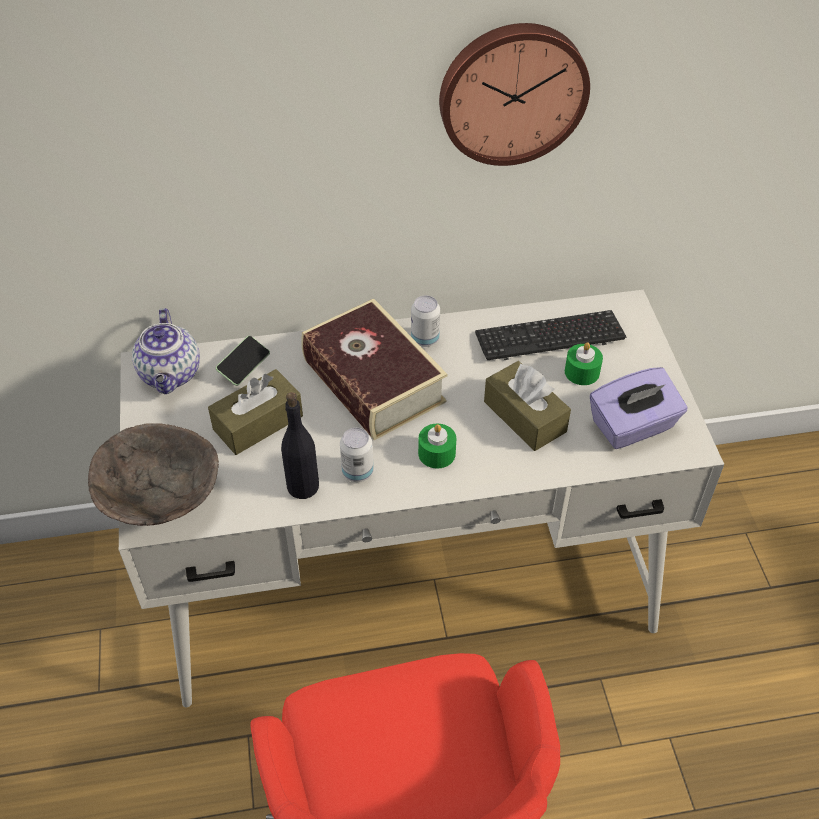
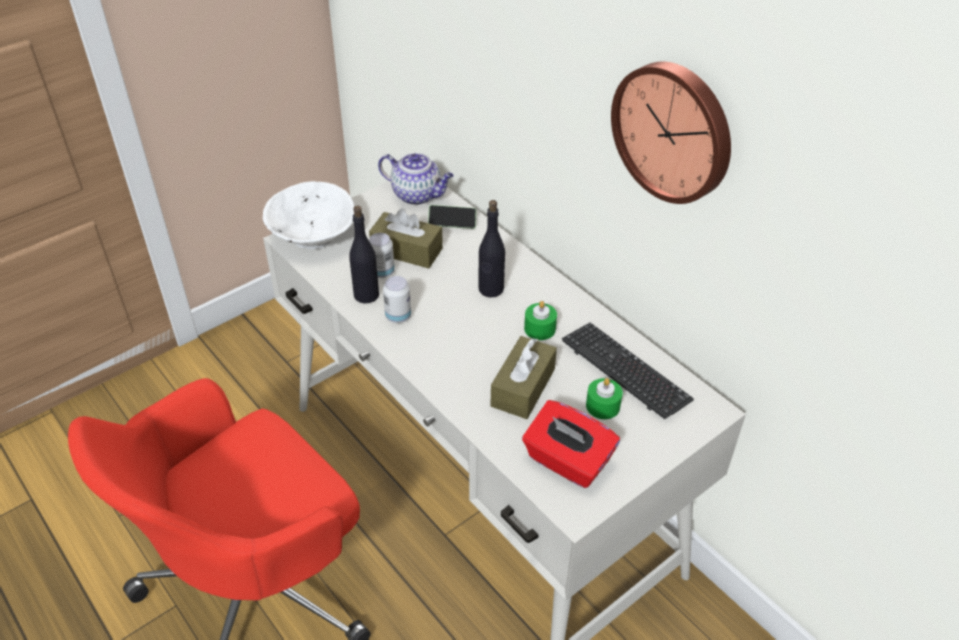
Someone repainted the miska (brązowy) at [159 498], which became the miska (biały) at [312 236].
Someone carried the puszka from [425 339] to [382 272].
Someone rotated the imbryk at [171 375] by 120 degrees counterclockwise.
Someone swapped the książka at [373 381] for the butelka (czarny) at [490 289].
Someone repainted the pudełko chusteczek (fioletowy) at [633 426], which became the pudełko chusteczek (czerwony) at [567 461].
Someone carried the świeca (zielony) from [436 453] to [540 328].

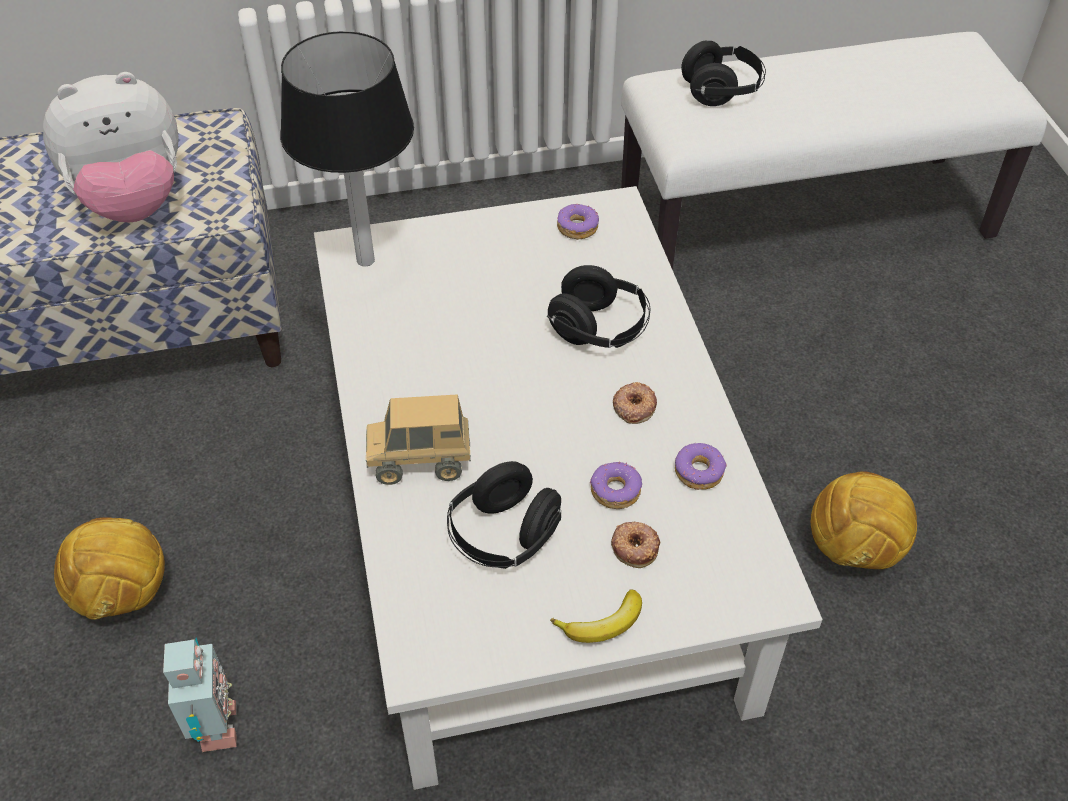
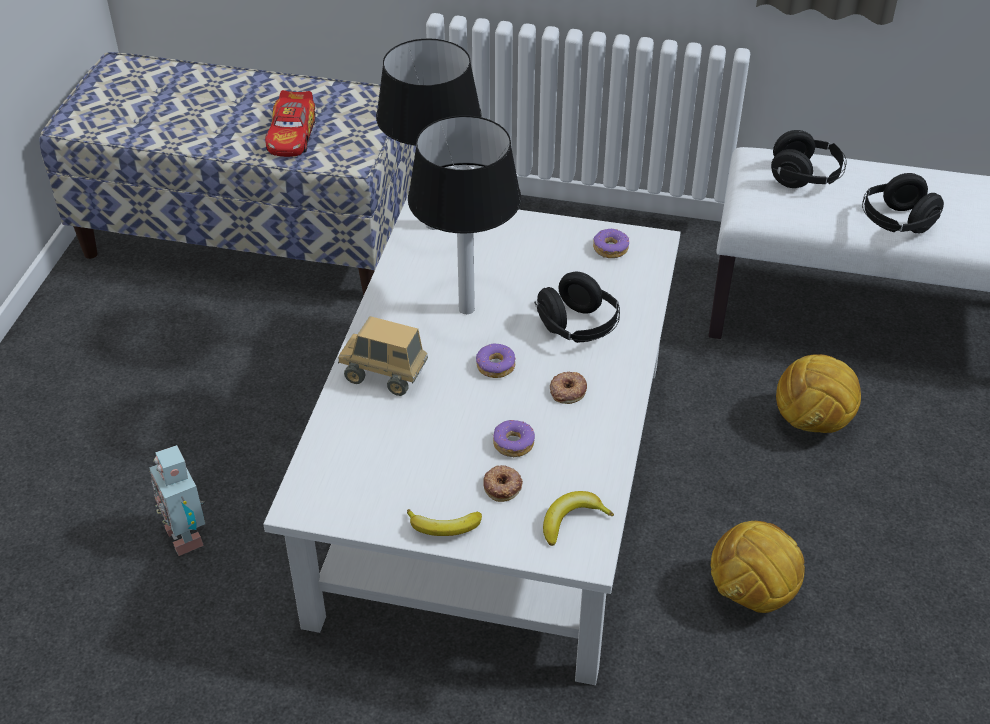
Someone rotated the robot zabawkowy at [214 729] by 135 degrees clockwise.
Someone swapped the pluszak at [132 201] for the samochodzik at [292 135].
Someone put down the lampa stołowa at [467 308].
Someone carried the donut from [699 472] to [496 366].
Someone put down the banan at [572 520].
Someone carried the piłka futbolowa from [124 596] to [812 422].
Someone carried the słuchawki (czarny) from [504 536] to [896 223].

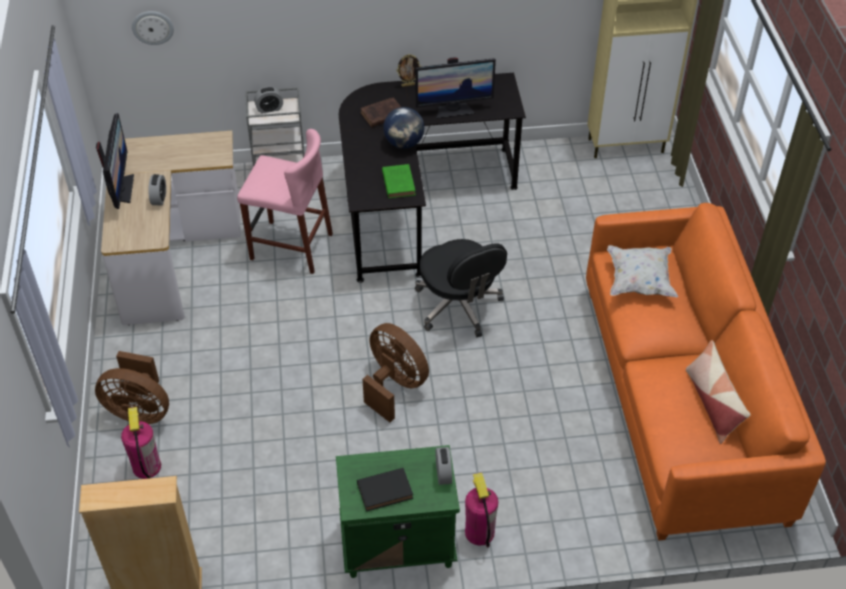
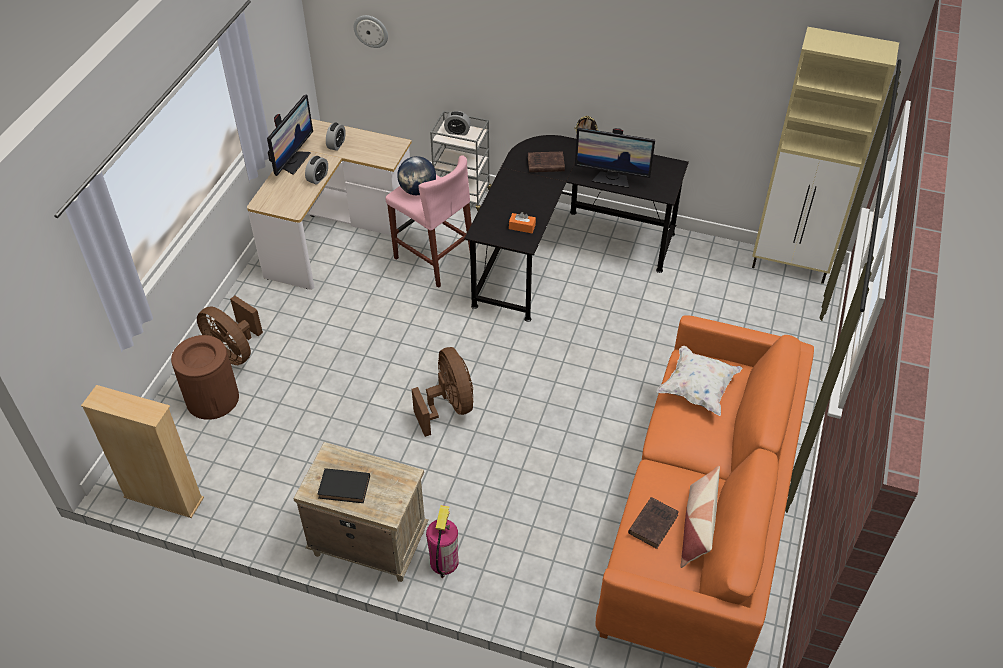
Someone swapped the gaśnica at [146 466] for the kosz na śmieci (brązowy) at [212 398].
Someone repainted the szafka nocna (zielony) at [396 545], which became the szafka nocna (beżowy) at [368 543].
Someone carried the budzik from [443 473] to [336 144].
Someone carried the globus from [404 143] to [418 190].
Someone swapped the książka (zielony) at [398 182] for the pudełko chusteczek (pomarańczowy) at [522 227].
Someone put down the książka (brązowy) at [653 523].
Someone took away the krzesło biurowe (czarny) at [459 306].

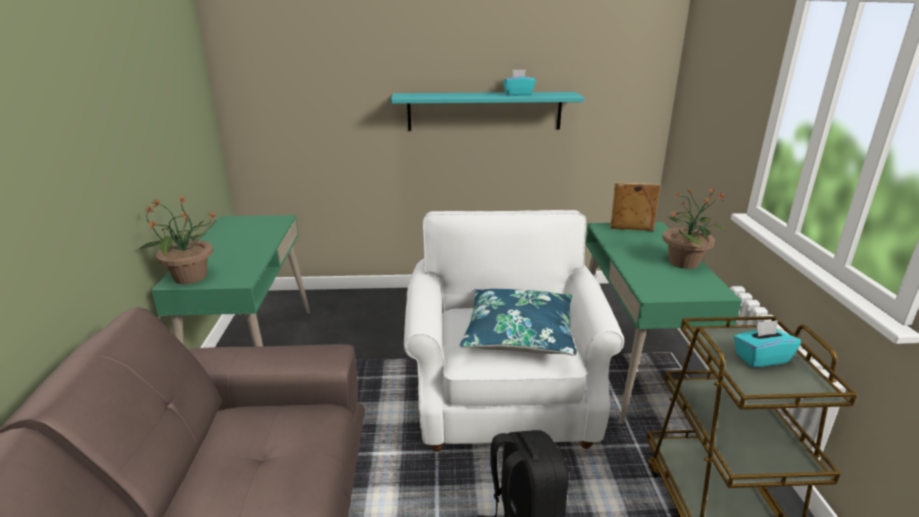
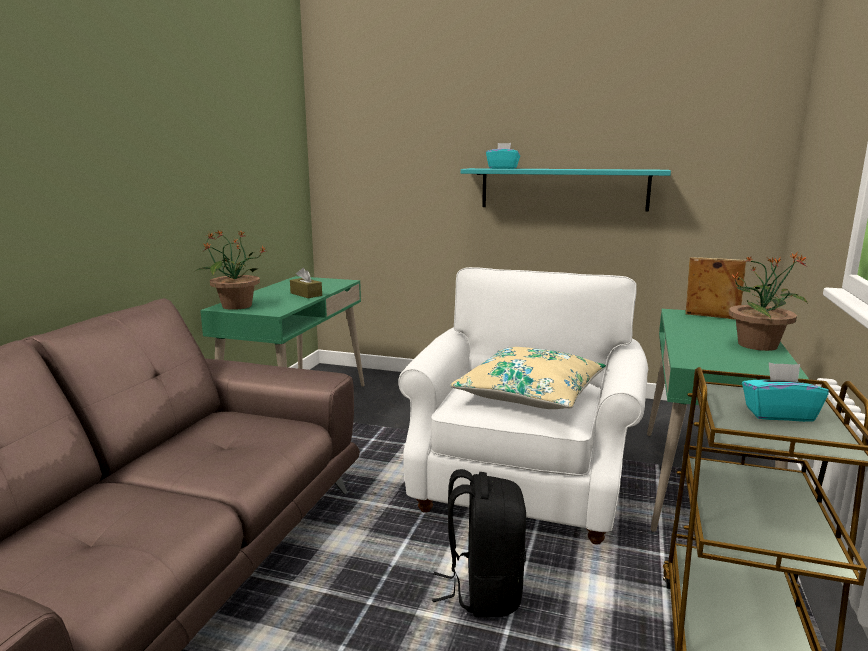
Someone put down the pudełko chusteczek (brązowy) at [306 294].
Someone repainted the poduszka (niebieski) at [519 333], which became the poduszka (beżowy) at [530 393].
Someone carried the pudełko chusteczek (turkusowy) from [518 94] to [503 168].

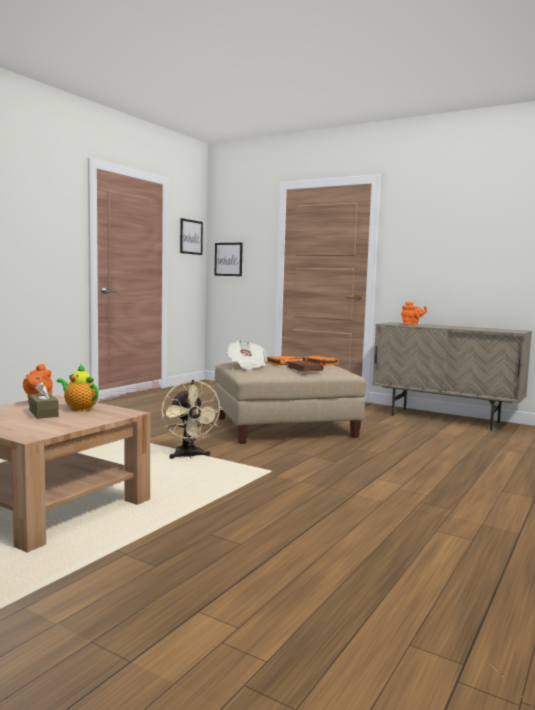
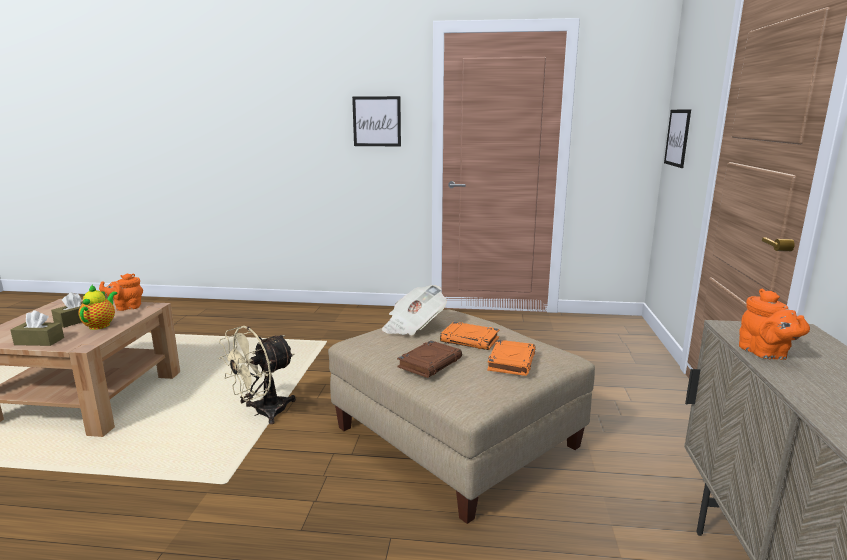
Someone put down the pudełko chusteczek (brązowy) at [39 341].
Someone carried the obraz from [191 237] to [377 121].

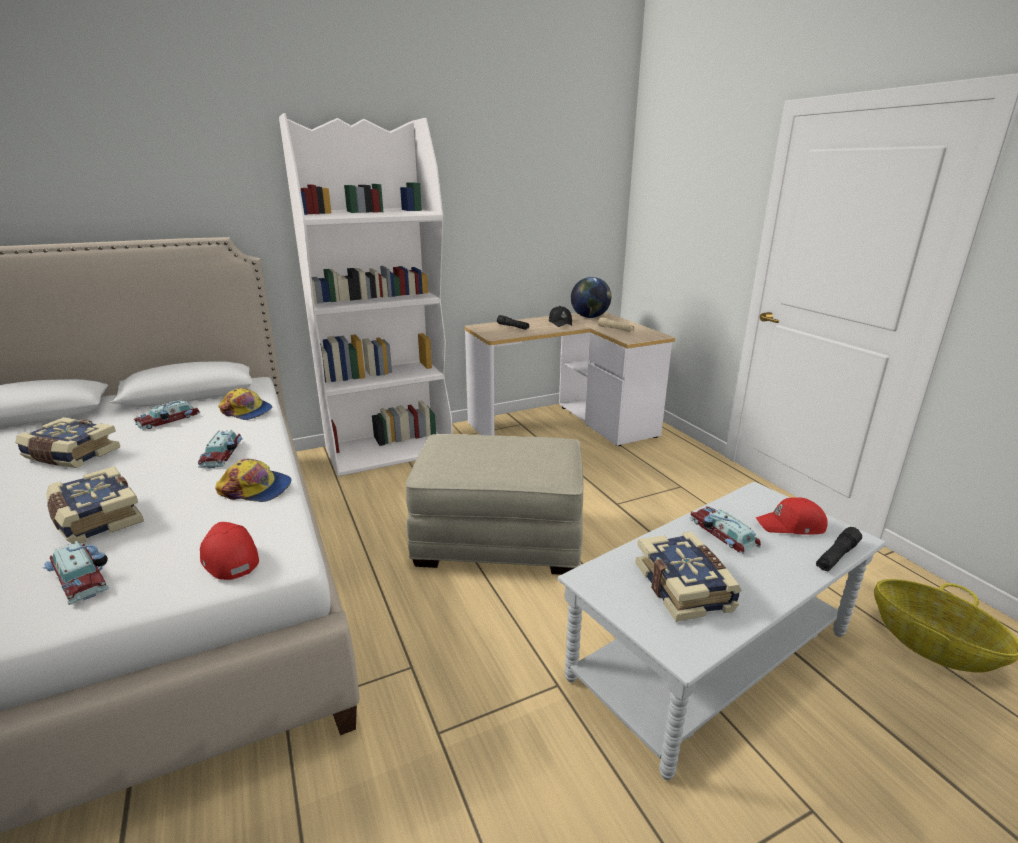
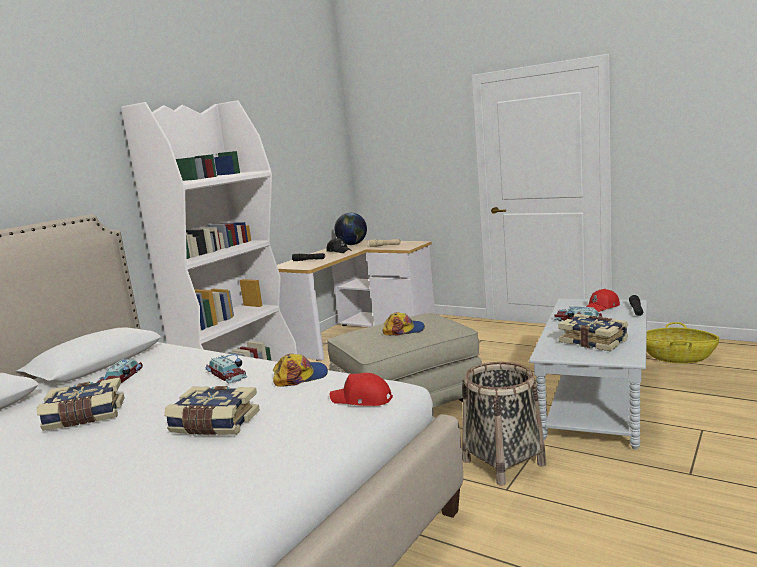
Someone carried the czapka z daszkiem from [247 411] to [404 330].
Someone put down the koszyk at [503 462].
Someone took away the samochodzik at [82 576].

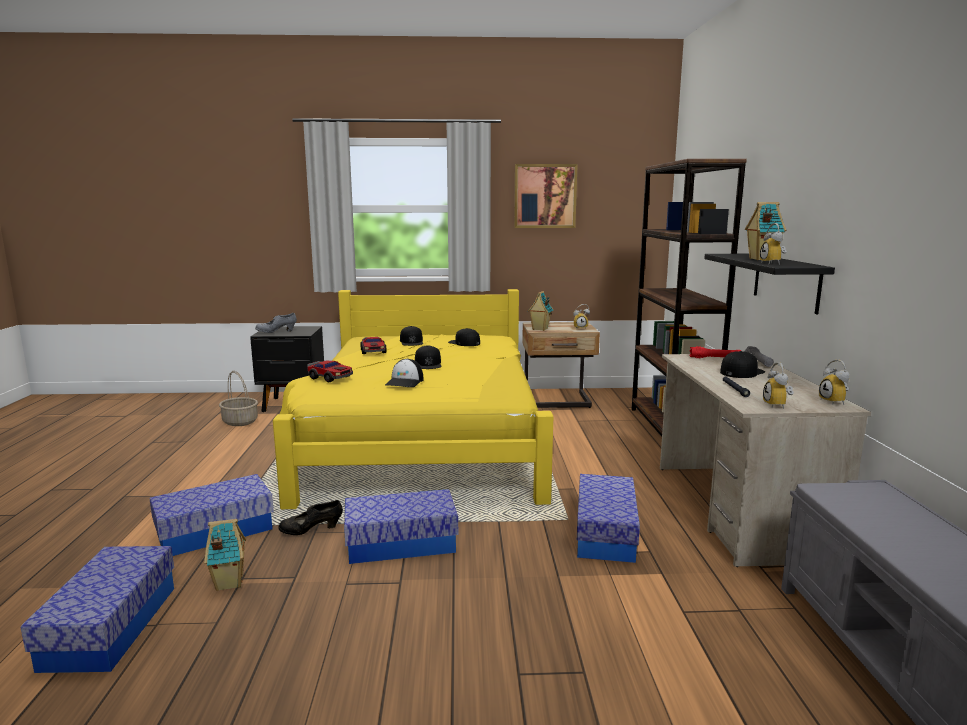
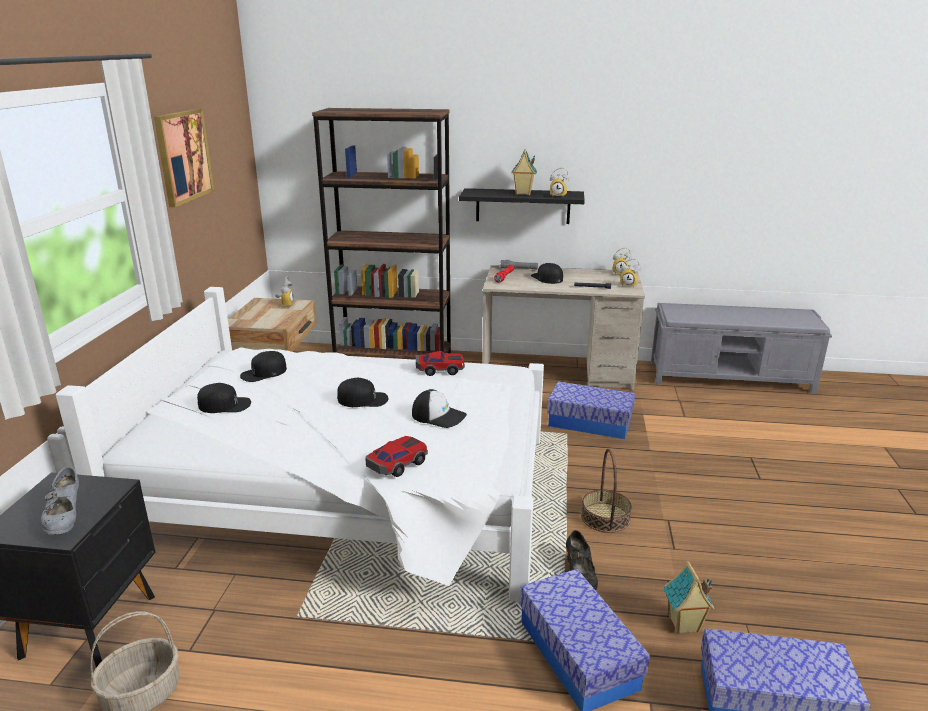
Someone repainted the łóżko (żółty) at [423 439], which became the łóżko (biały) at [351 492].
Someone carried the samochodzik from [373 351] to [440 369].
Someone swapped the pojemnik do przechowywania at [401 543] for the koszyk at [605 517].
Someone took away the domek at [539 329].

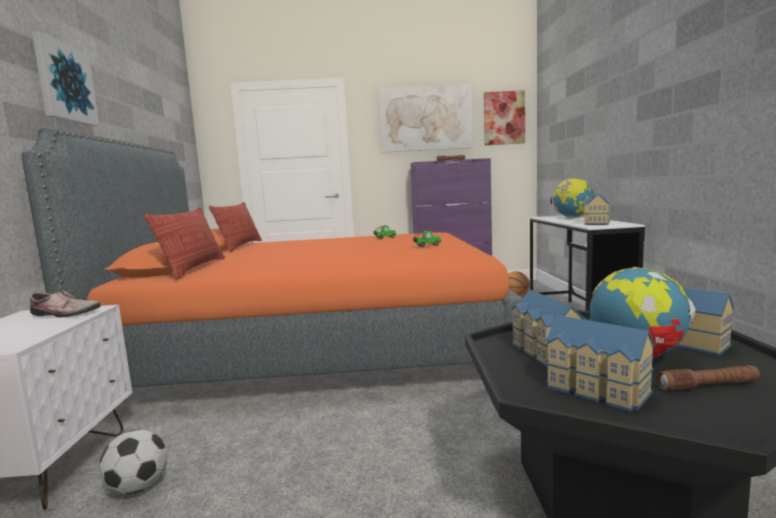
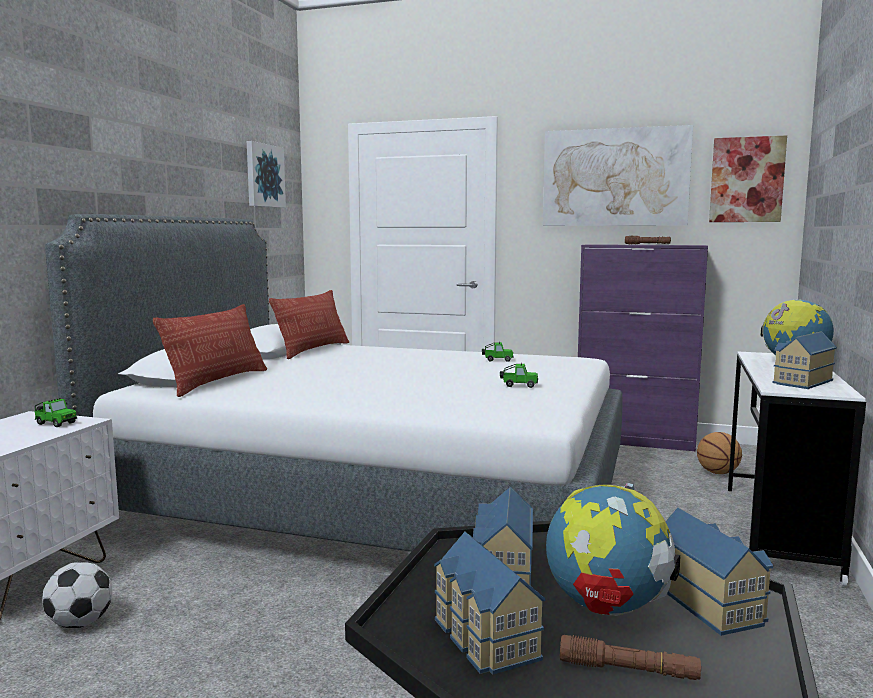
Someone swapped the but at [64 314] for the samochodzik at [55 423].
Someone repainted the łóżko (pomarańczowy) at [316 345], which became the łóżko (biały) at [374 497].
Someone carried the obraz from [65 83] to [264 176].

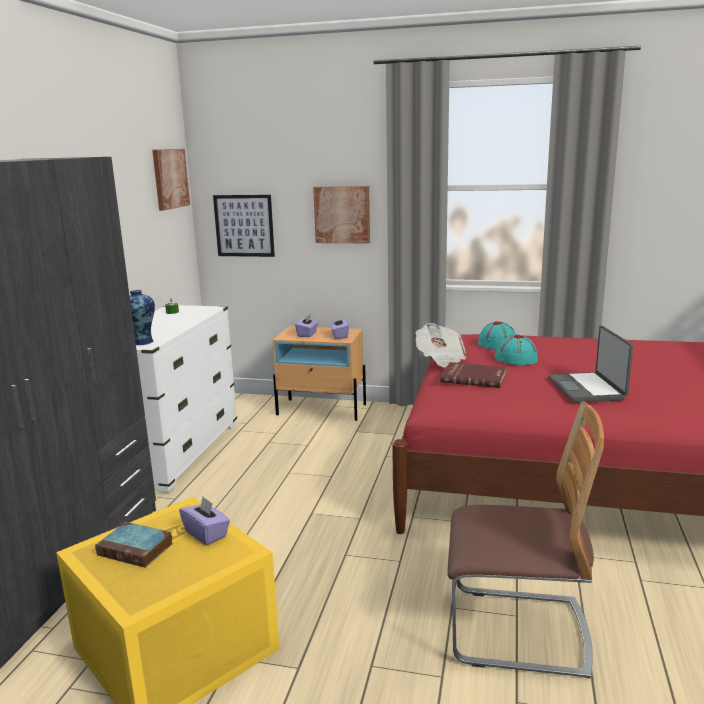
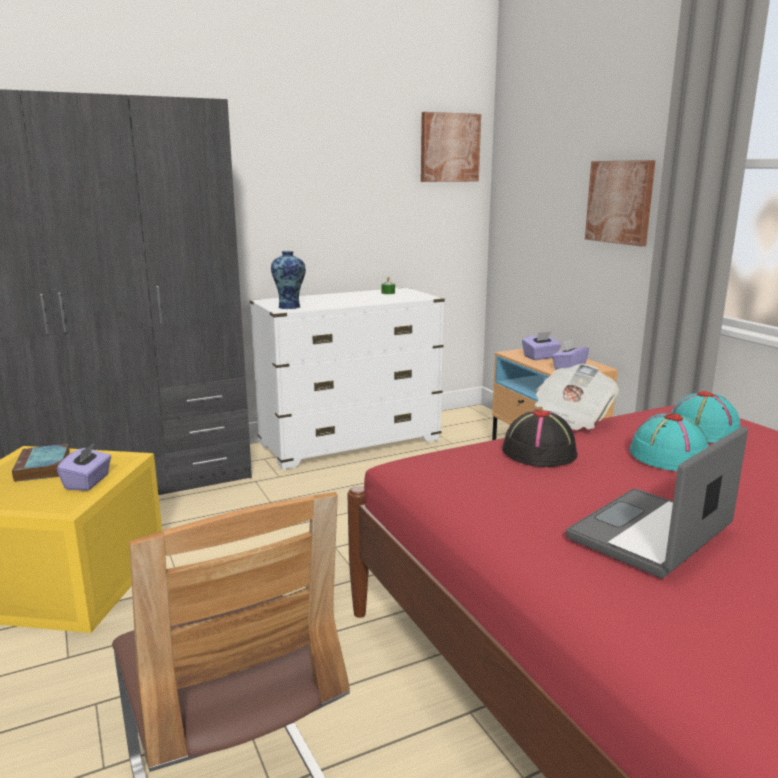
Someone swapped the książka (czerwony) at [473 377] for the kapelusz (czarny) at [539 452].
Someone took away the obraz at [244 225].

